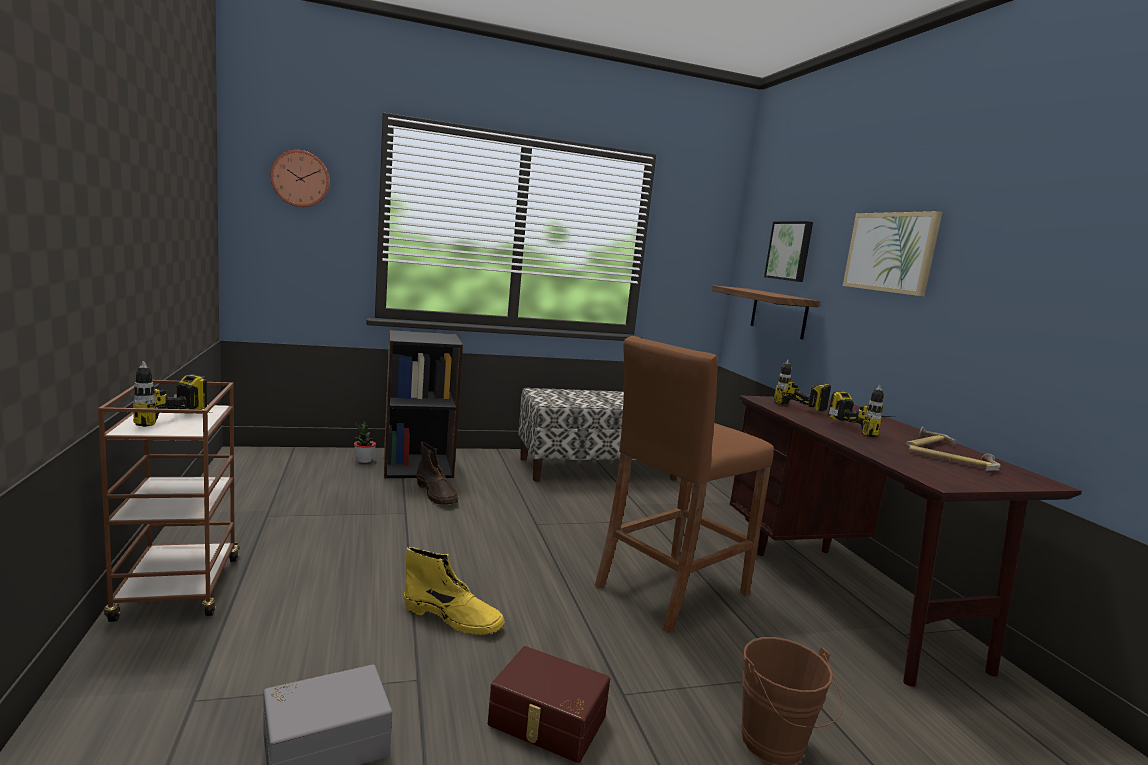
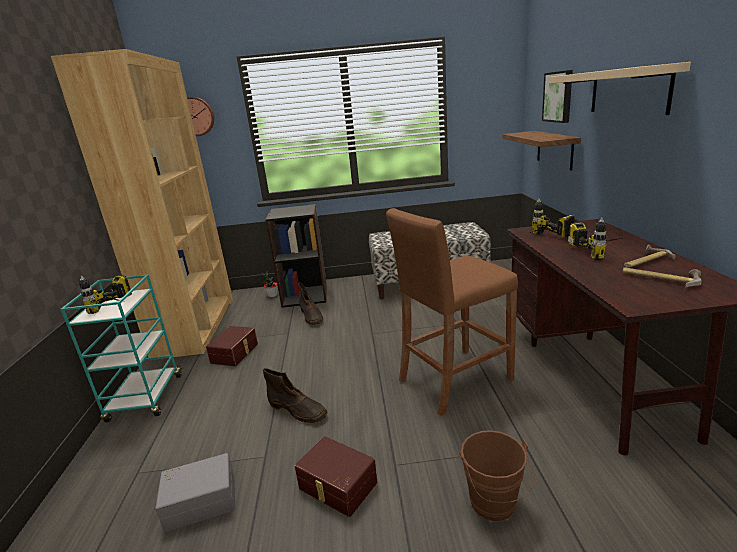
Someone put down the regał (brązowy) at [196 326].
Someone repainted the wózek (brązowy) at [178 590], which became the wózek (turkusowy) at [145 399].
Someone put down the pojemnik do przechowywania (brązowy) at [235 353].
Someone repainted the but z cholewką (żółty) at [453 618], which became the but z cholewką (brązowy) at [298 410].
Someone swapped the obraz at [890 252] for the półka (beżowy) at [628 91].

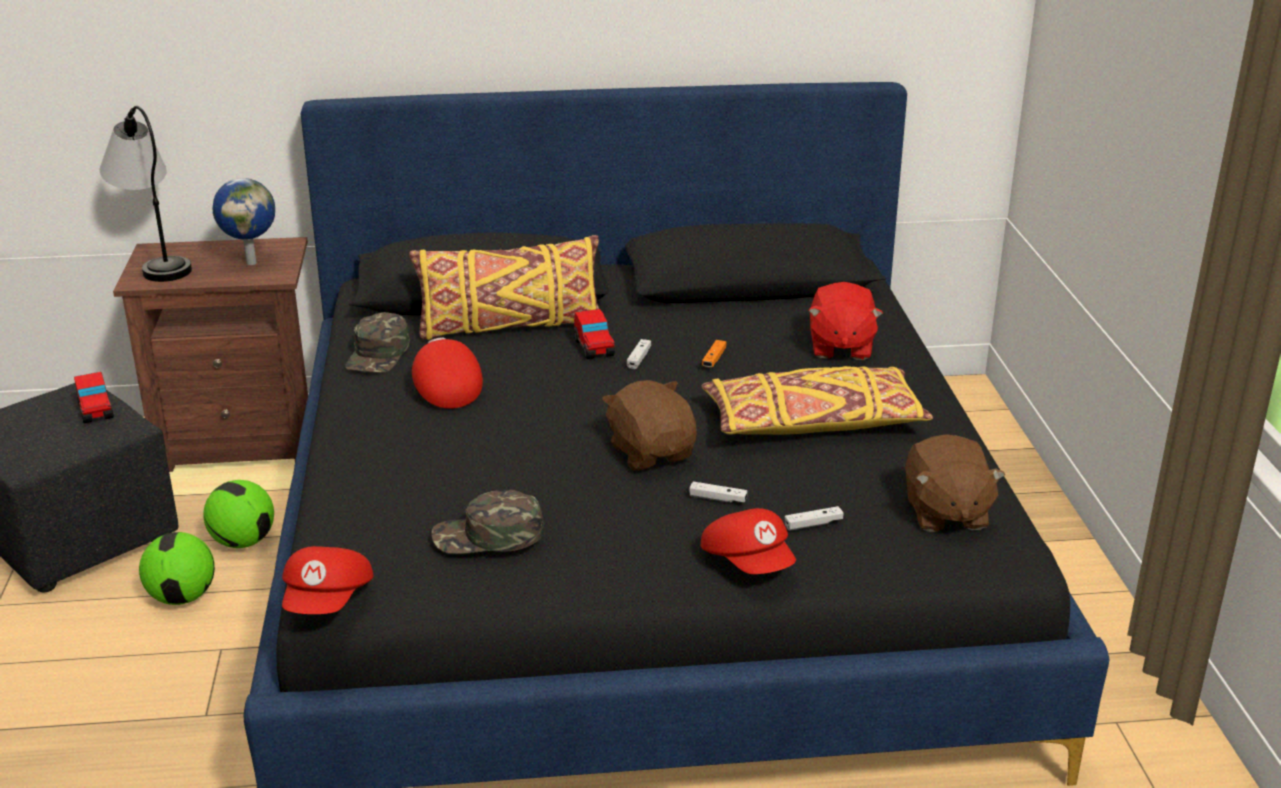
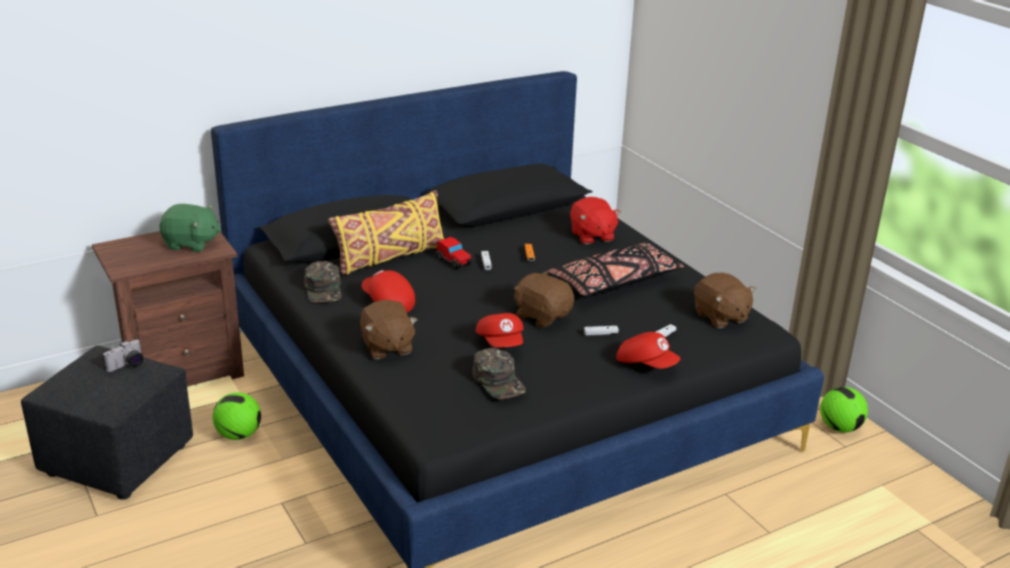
Someone swapped the samochodzik at [96 411] for the aparat fotograficzny at [127 365].
Someone swapped the globus at [251 262] for the pluszak (zielony) at [191 244].
Someone put down the pluszak (brązowy) at [387 347].
Someone rotated the czapka z daszkiem (zielony) at [488 536] by 90 degrees counterclockwise.
Someone carried the czapka z daszkiem (czerwony) from [329 601] to [501 343].
Someone repainted the poduszka (żółty) at [813 423], which became the poduszka (czarny) at [614 282].
Someone carried the piłka futbolowa from [182 597] to [839 427].
Someone took away the lampa stołowa at [156 261].

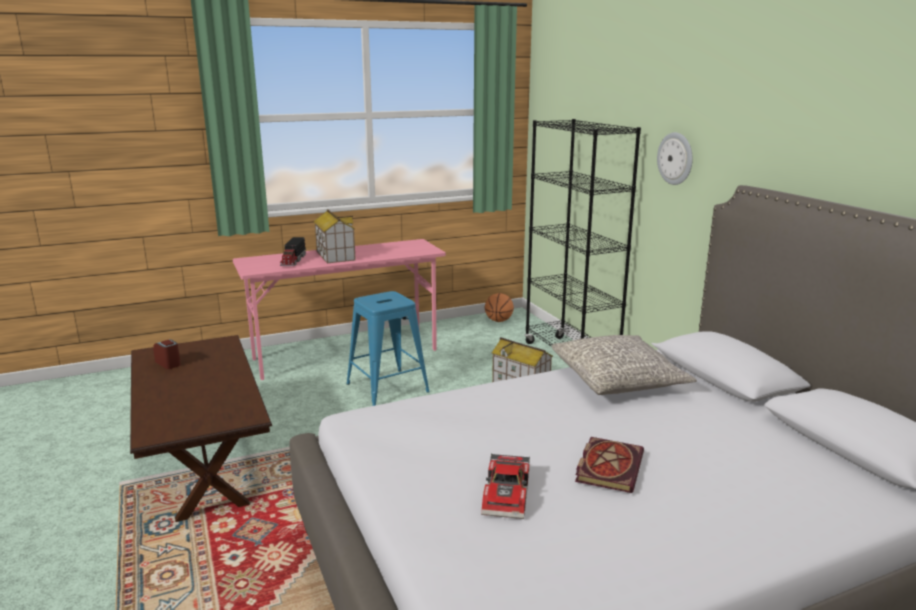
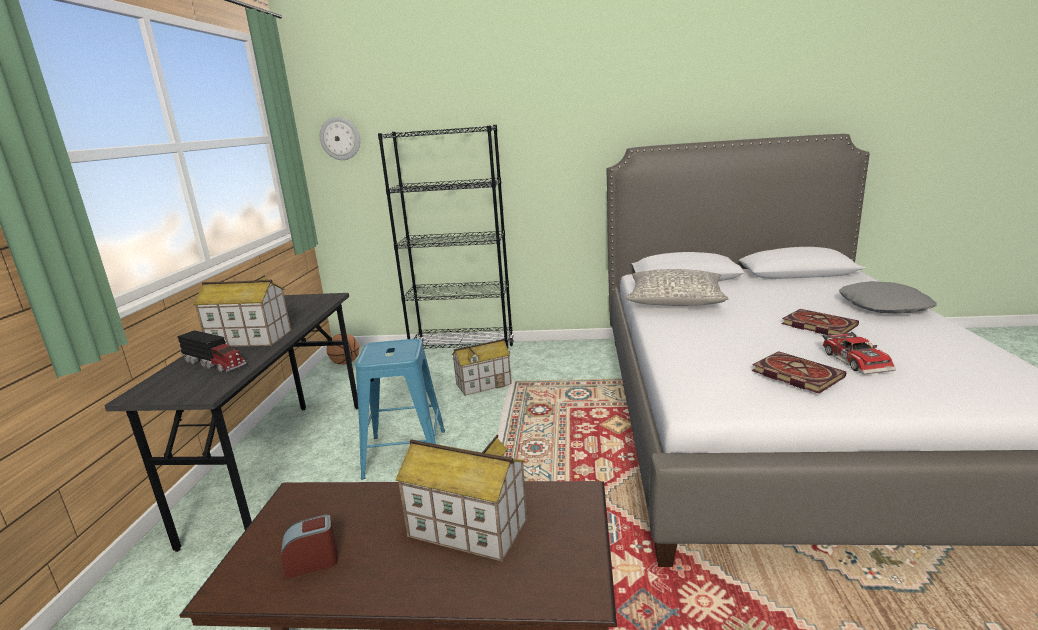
Someone repainted the biurko (różowy) at [346 354], which became the biurko (szary) at [283 465].
Someone carried the zegar ścienny from [675 158] to [340 138].
Someone put down the domek at [467 528].
Someone put down the książka at [794 374].
Someone rotated the samochodzik at [508 495] by 45 degrees clockwise.
Someone put down the poduszka (szary) at [884 306].

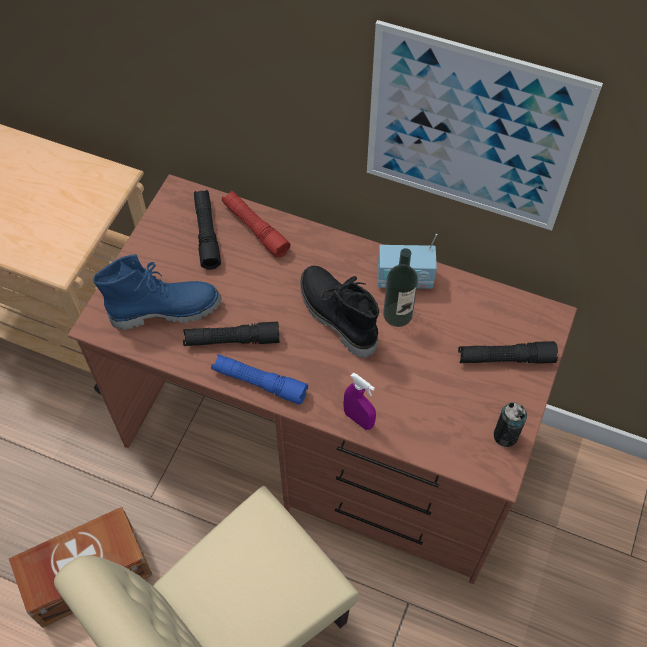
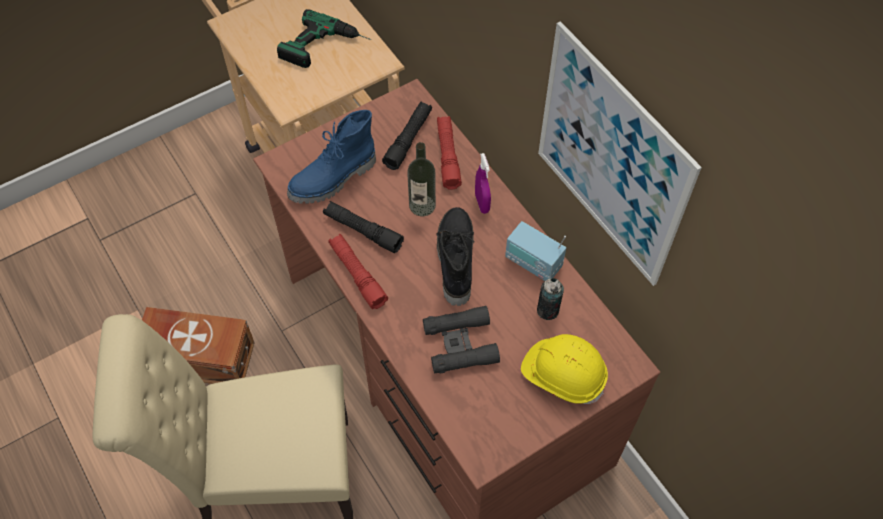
Someone put down the wiertarka at [326 48].
Someone rotated the but z cholewką (niebieski) at [165 309] by 120 degrees clockwise.
Someone repainted the latarka (niebieski) at [259 383], which became the latarka (czerwony) at [357 275].
Someone carried the butelka from [397 314] to [422 205].
Someone put down the lornetka (czarny) at [460 344].
Someone carried the spryskiwacz (fioletowy) from [358 419] to [482 203].
Someone swapped the latarka (czarny) at [505 358] for the kask (żółty) at [563 374].
Someone carried the puszka from [505 436] to [547 310].

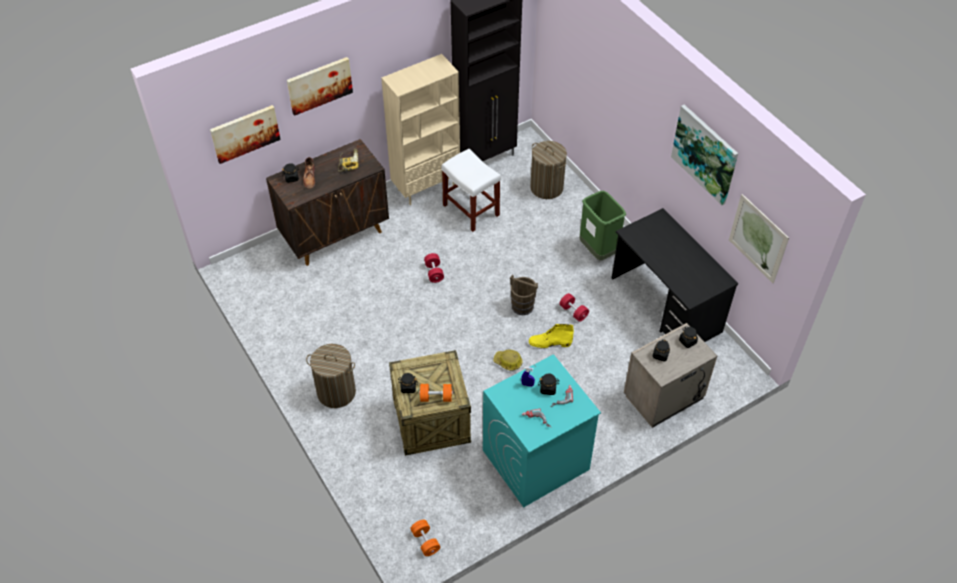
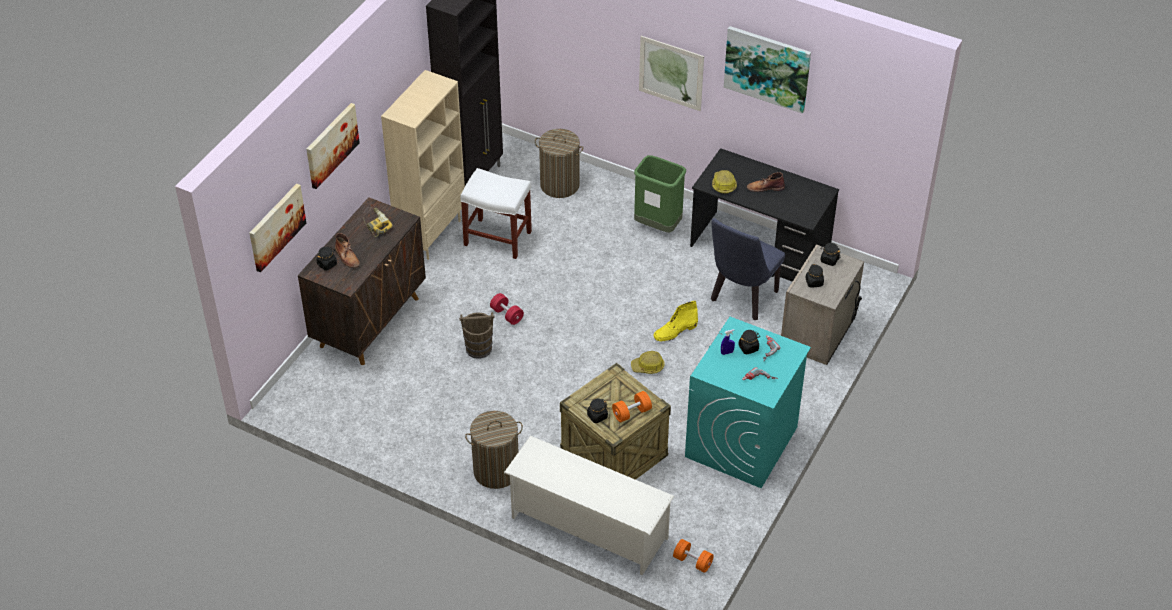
Someone carried the wiadro (brązowy) from [522 306] to [478 348].
Someone put down the regał na buty (biały) at [588 528].
Someone carried the obraz from [758 238] to [671 73].
Someone put down the krzesło (niebieski) at [742 299].
Someone put down the kask at [723 185].
Someone put down the but z cholewką (brązowy) at [765 187].
Someone took away the hantel (czerwony) at [573 312].

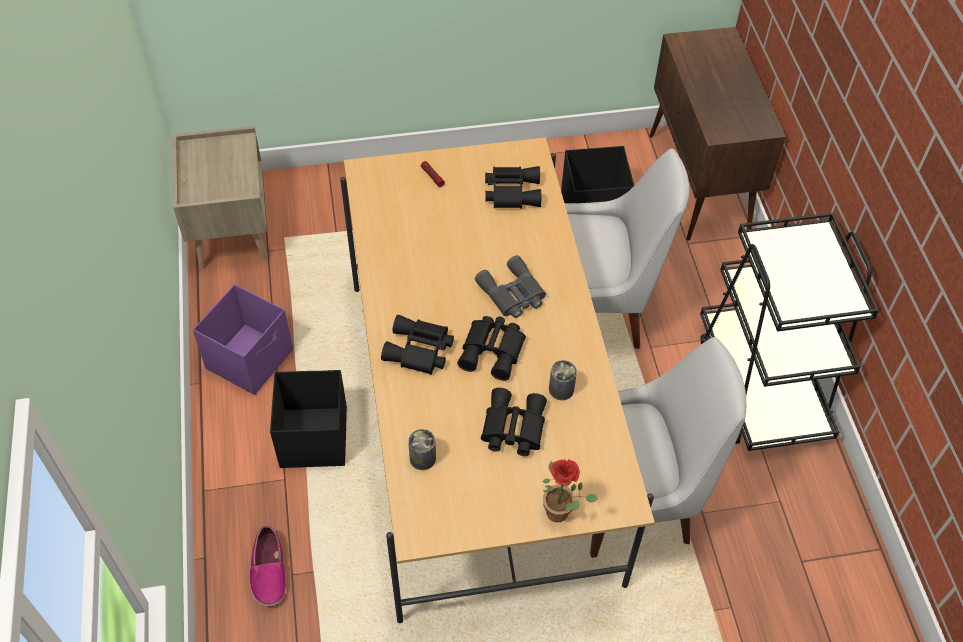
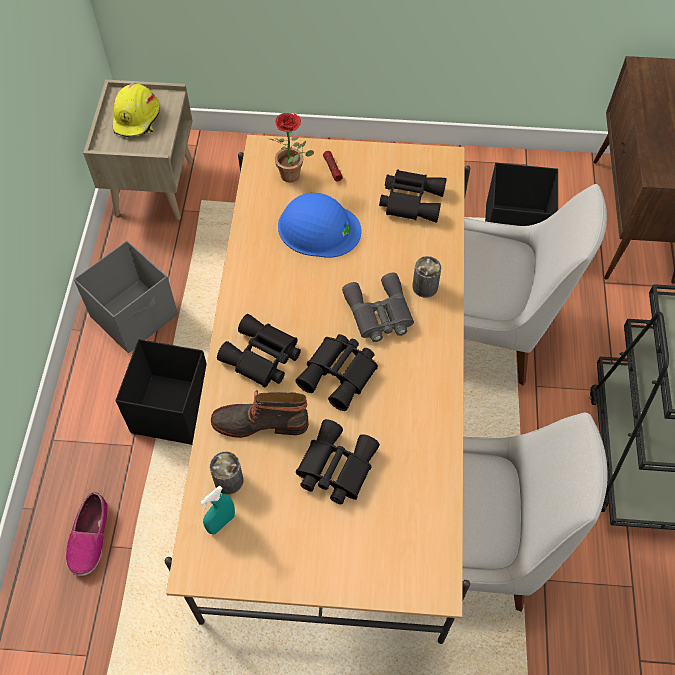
Someone repainted the pojemnik do przechowywania (fioletowy) at [251 359], which became the pojemnik do przechowywania (szary) at [135 316].
Someone put down the kask (żółty) at [137 119].
Someone put down the spryskiwacz (turkusowy) at [221 523].
Someone put down the but z cholewką at [260 422].
Someone carried the roślina doniczkowa from [562 513] to [294 176].
Someone put down the kask (niebieski) at [318 228].
Someone carried the puszka from [561 389] to [425 286].

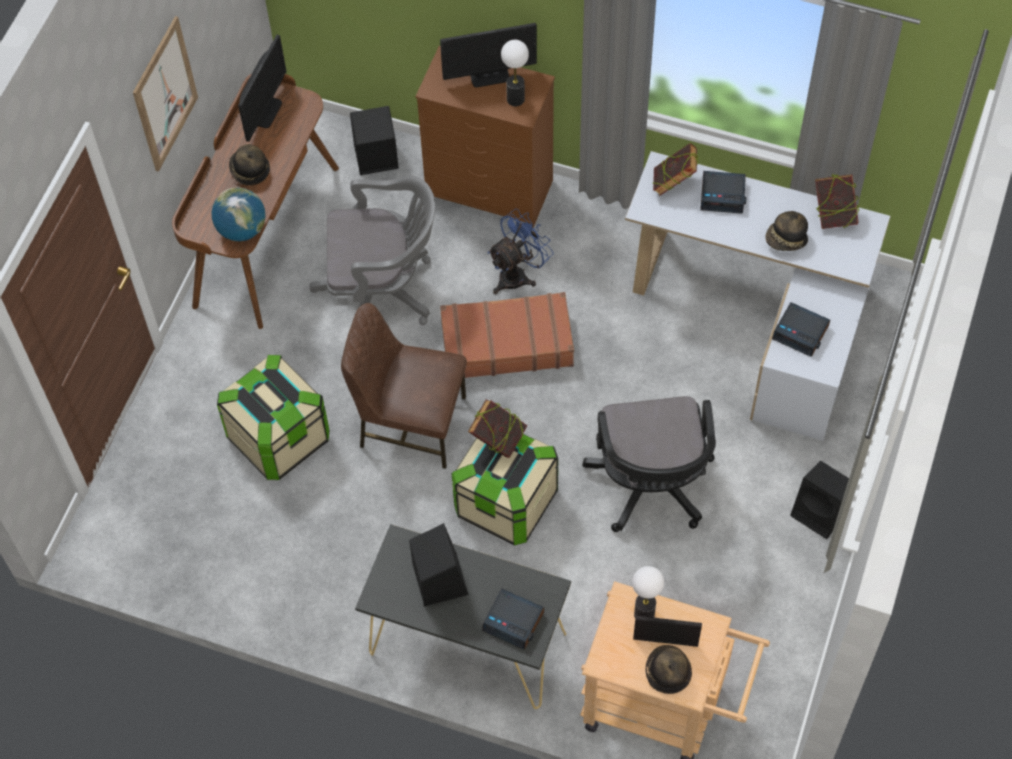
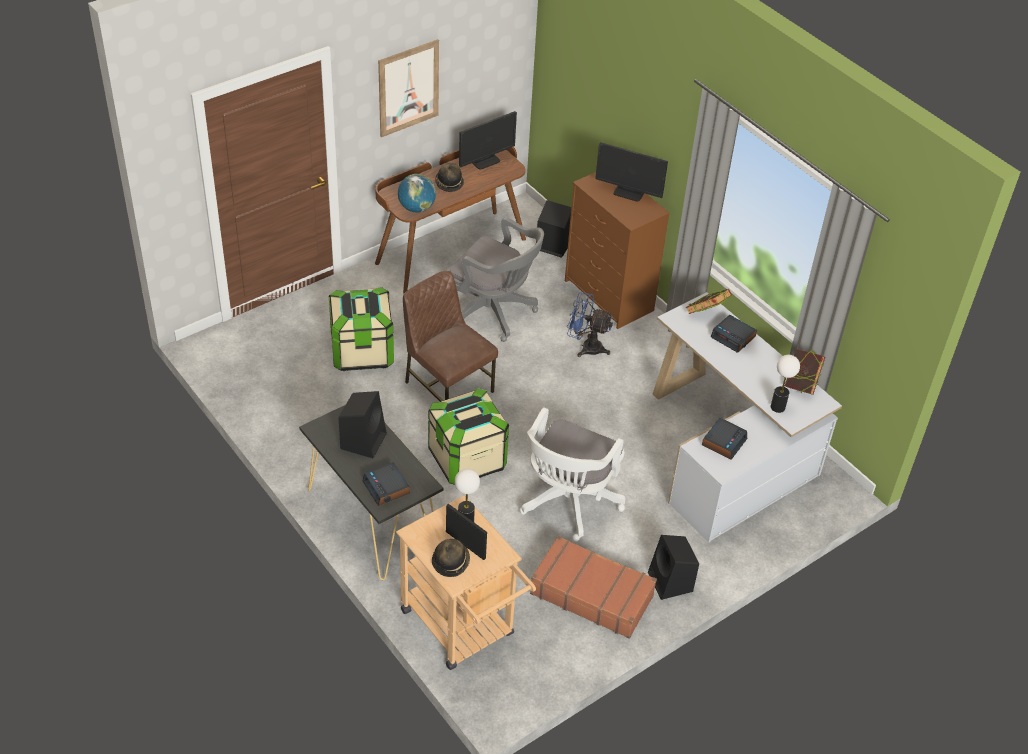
Someone repainted the krzesło biurowe (czarny) at [651 487], which became the krzesło biurowe (biały) at [567 503].
Someone carried the walizka (brązowy) from [506 343] to [591 594].
Someone rotated the wentylator (niebieski) at [518 274] by 150 degrees counterclockwise.
Someone rotated the budzik at [801 332] by 120 degrees counterclockwise.
Someone carried the lampa stołowa from [515 99] to [777 407].
Someone took away the książka at [498 440].
Someone took away the kapelusz at [786 240].

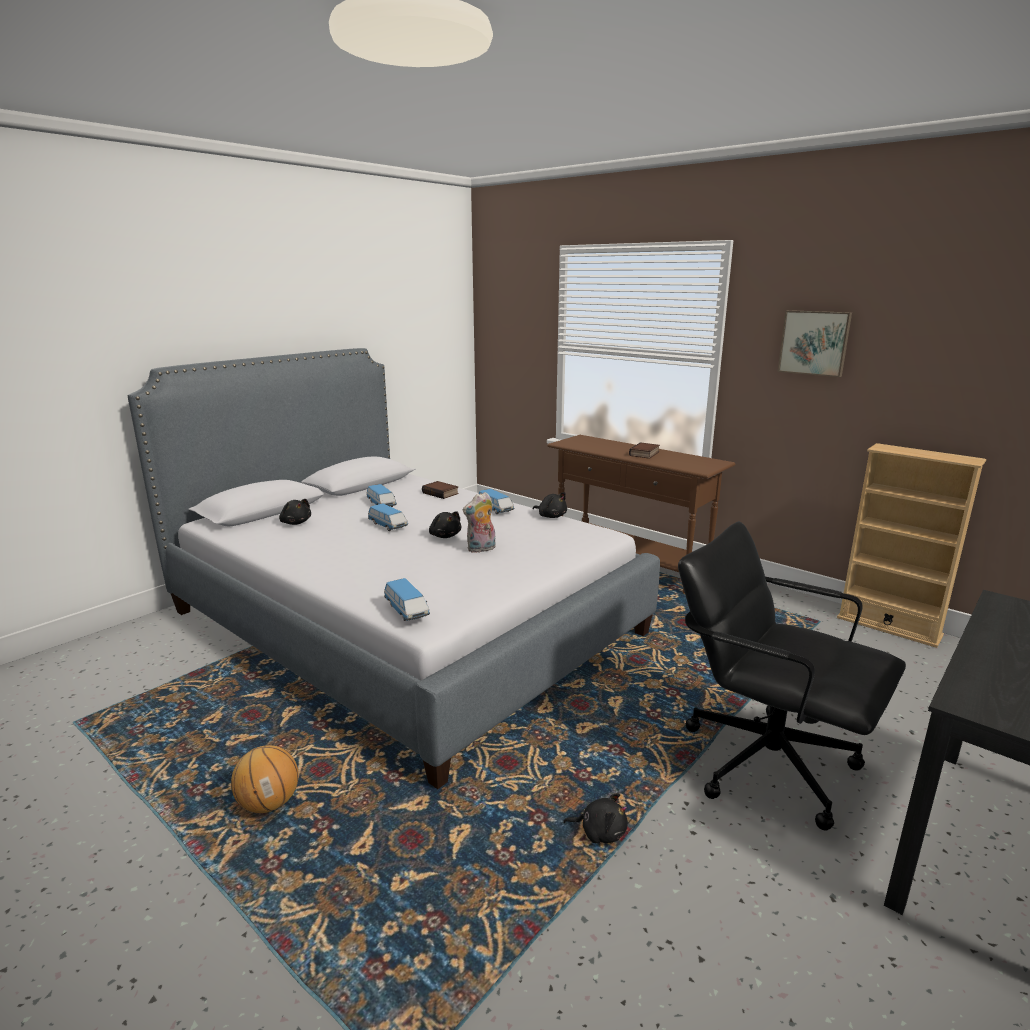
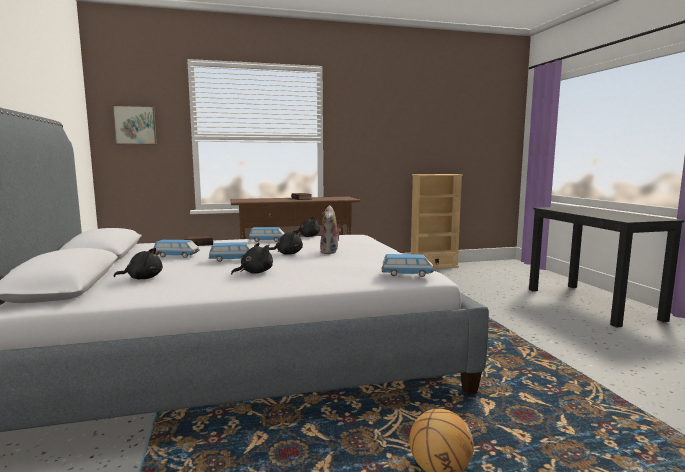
Someone carried the obraz from [814 342] to [135 125].
Someone carried the pluszak (czarny) from [600 832] to [254 272].
Someone took away the krzesło biurowe (czarny) at [767 762].

